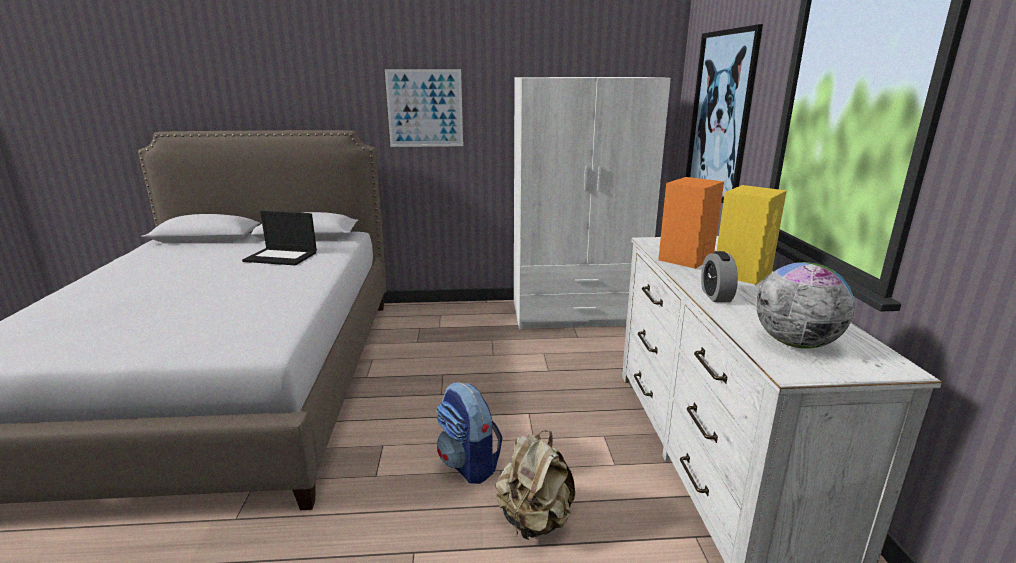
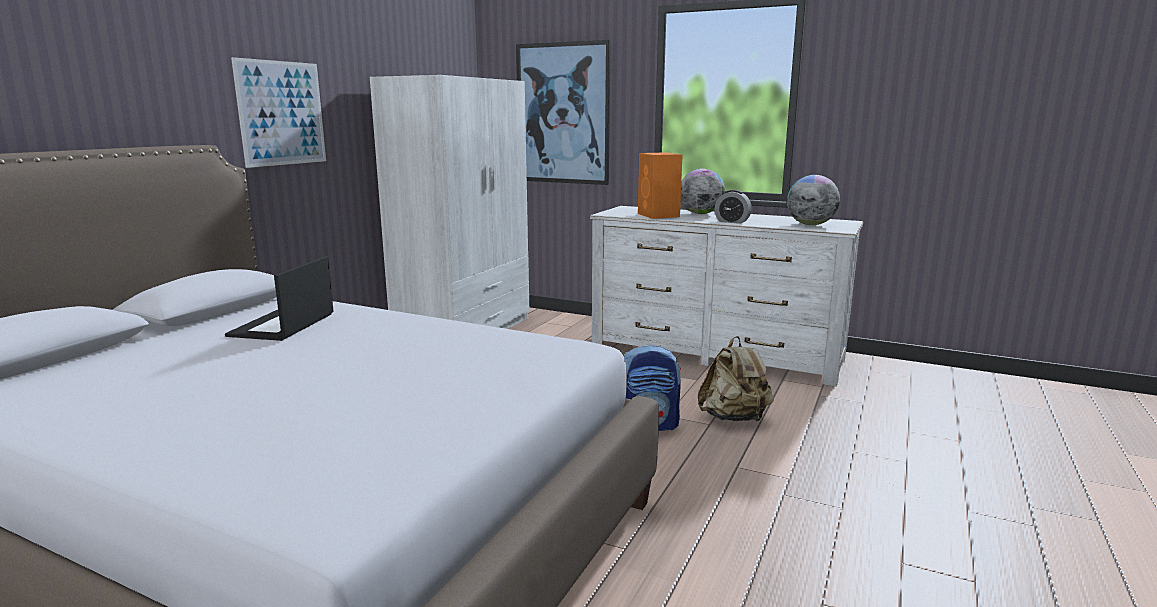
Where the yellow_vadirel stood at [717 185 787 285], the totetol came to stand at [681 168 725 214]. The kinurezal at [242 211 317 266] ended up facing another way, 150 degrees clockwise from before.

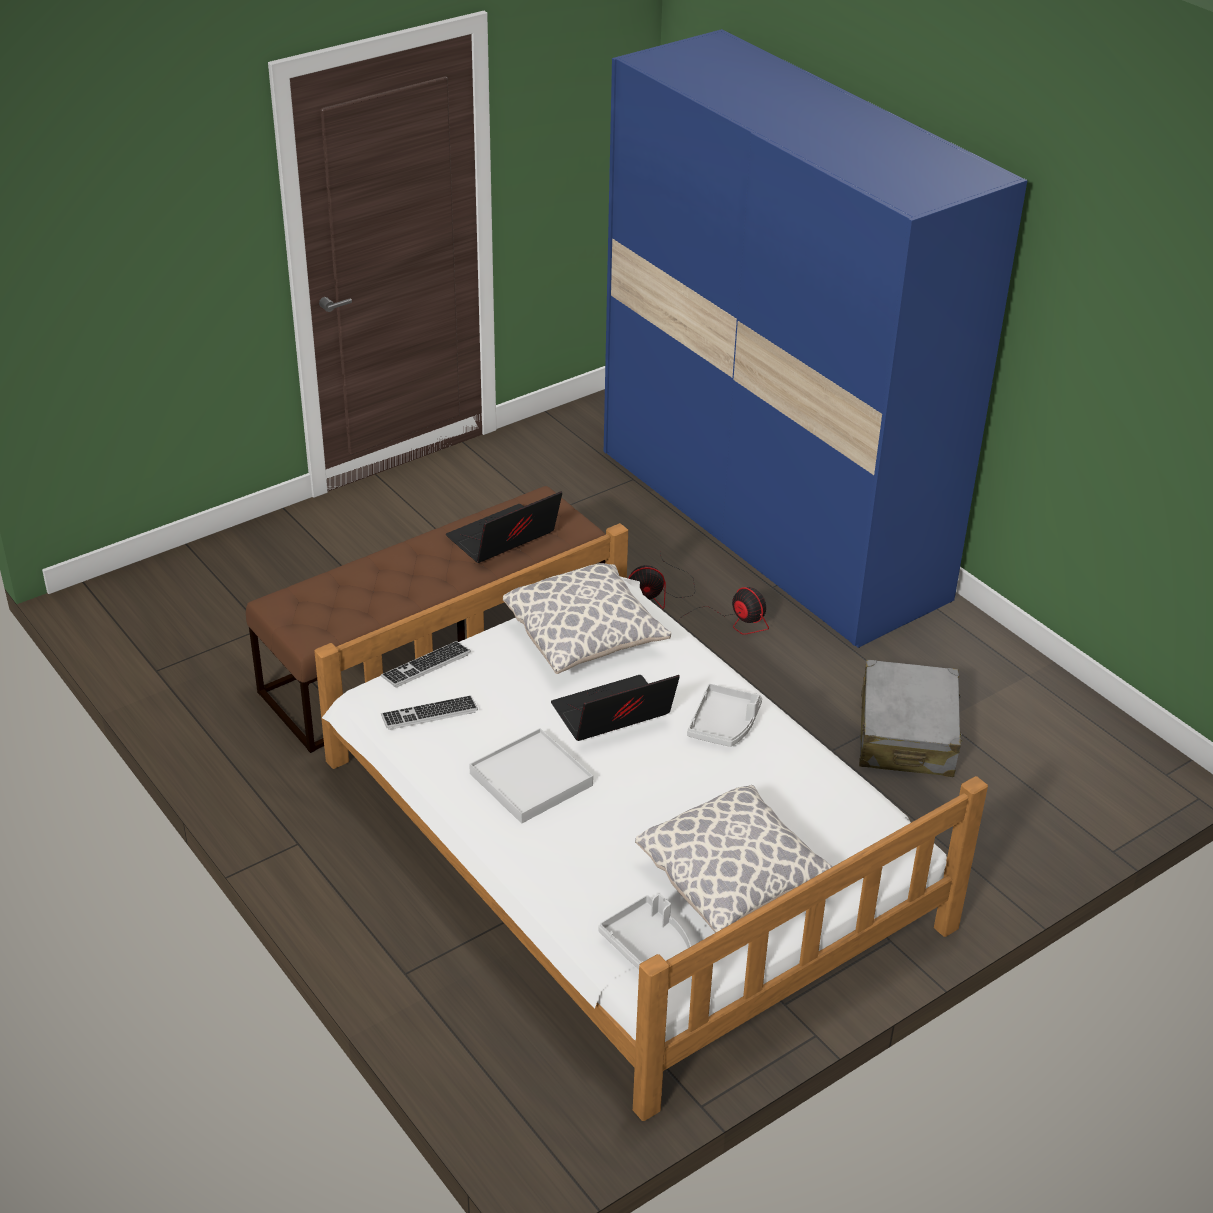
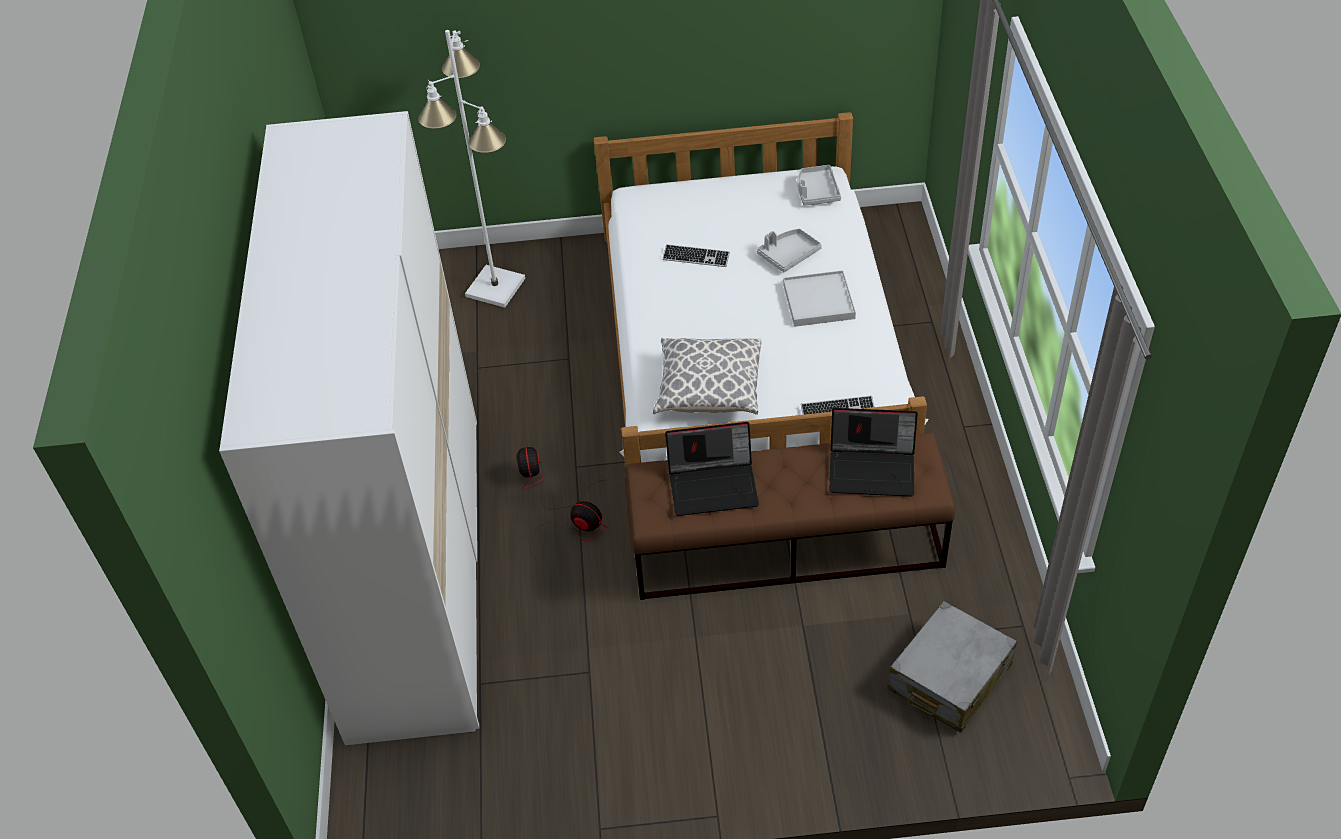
The second view lost the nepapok at [635 785 833 933]. The second view gained the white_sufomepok at [418 30 525 308]. The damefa ended up elsewhere, having gone from [381 695 478 730] to [662 244 730 267]. The kinurezal ended up elsewhere, having gone from [551 675 680 741] to [829 408 918 497]. The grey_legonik ended up elsewhere, having gone from [687 684 762 747] to [757 229 822 272]. The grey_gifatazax ended up elsewhere, having gone from [859 660 962 777] to [888 601 1017 733]. What was the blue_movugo at [604 29 1028 648] turned into the white_movugo at [219 111 479 745].

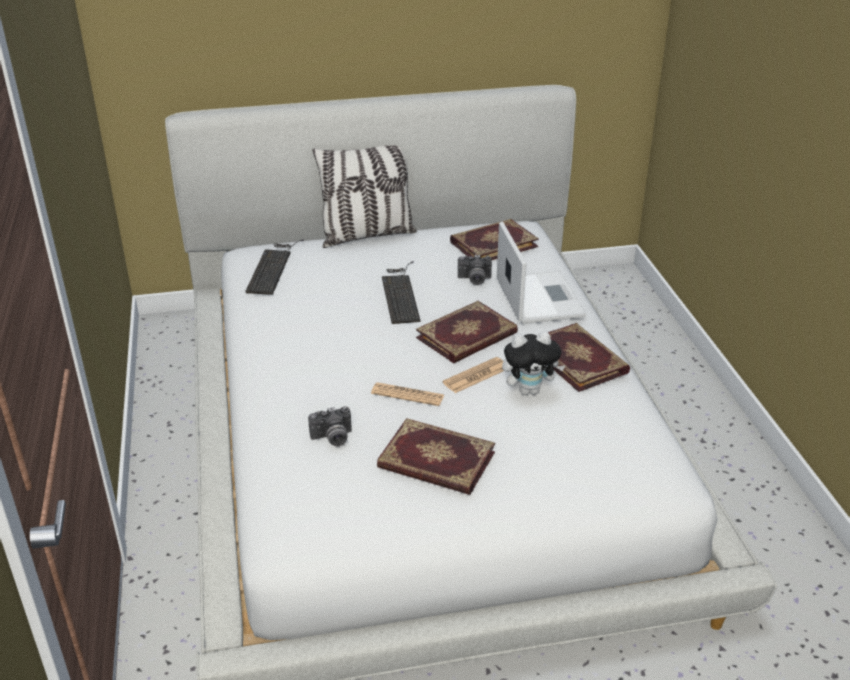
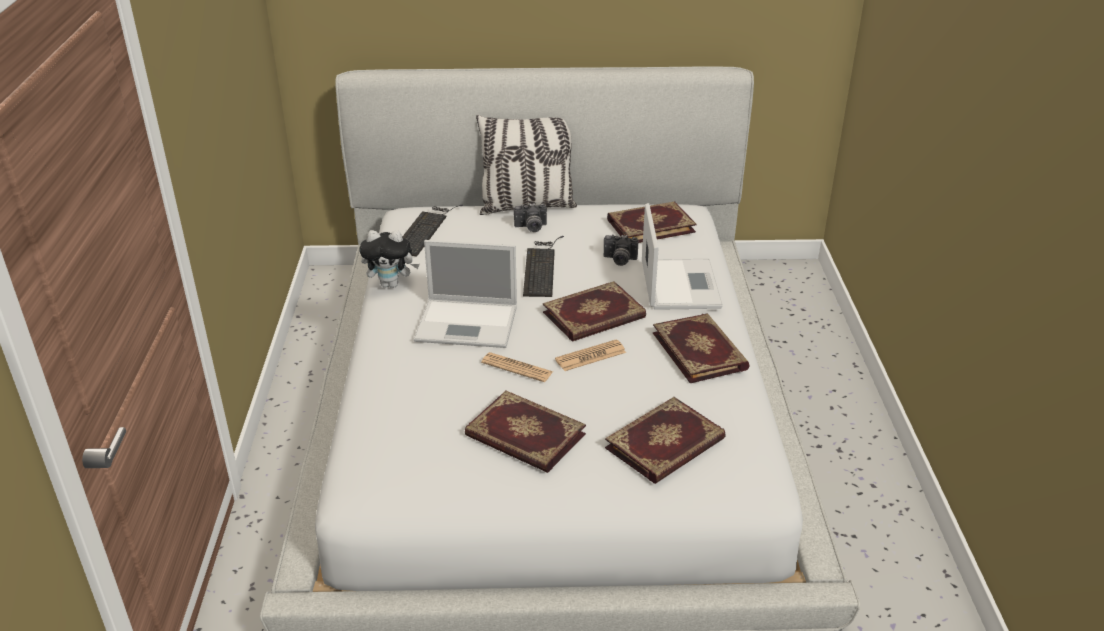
The second view gained the kinurezal at [414 240 517 348]. The second view gained the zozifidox at [605 397 726 484]. The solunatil ended up elsewhere, having gone from [308 406 352 446] to [514 203 547 232]. The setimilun ended up elsewhere, having gone from [502 331 565 395] to [359 230 420 288].

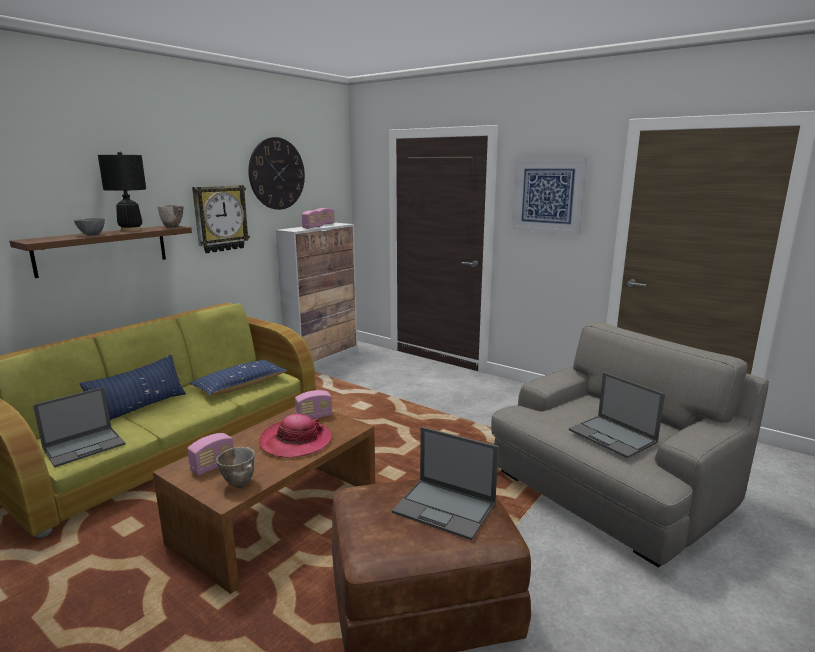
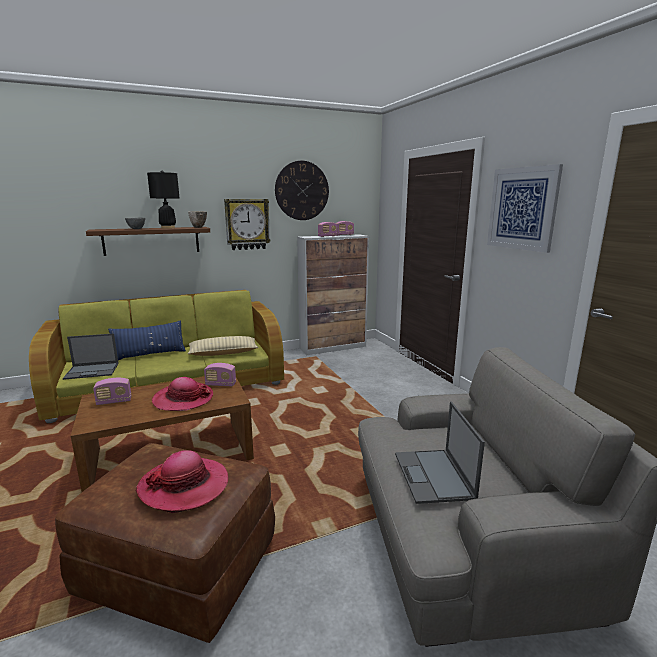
The second view lost the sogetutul at [216 447 255 488]. Where the kinurezal stood at [392 427 499 540], the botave came to stand at [135 450 228 513]. What was the blue_nepapok at [189 360 288 395] turned into the beige_nepapok at [188 336 258 356].

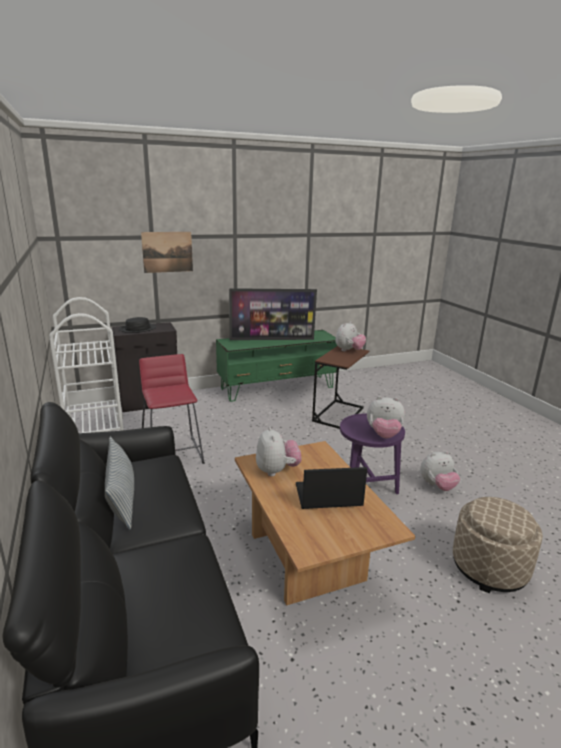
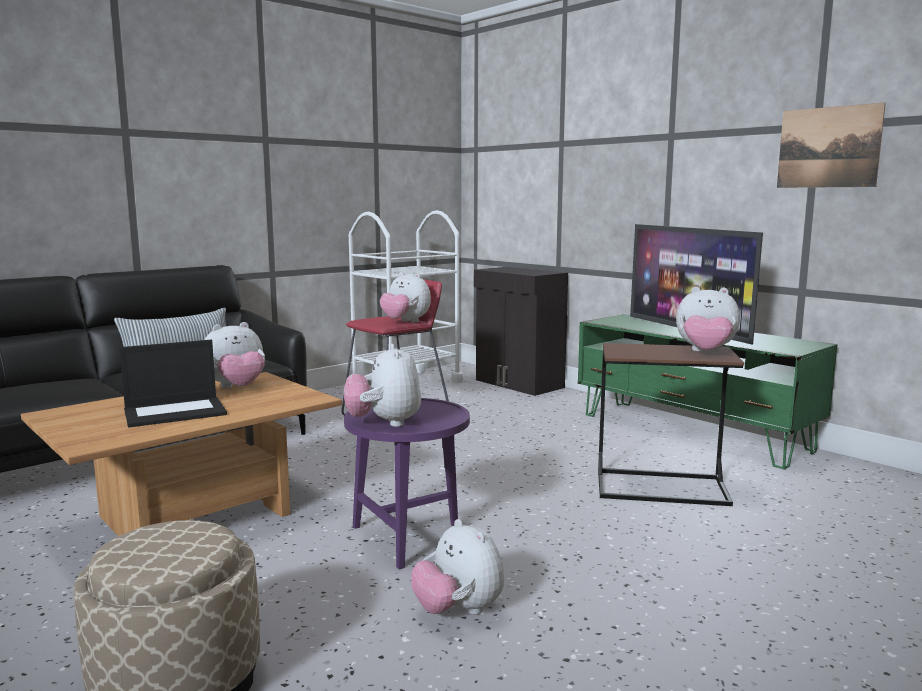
The second view lost the black_botave at [119 317 156 333]. The second view gained the setimilun at [380 272 431 322]. The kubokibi ended up elsewhere, having gone from [141 232 193 273] to [777 102 885 188]. The kinurezal at [296 467 367 509] ended up facing another way, 90 degrees clockwise from before.

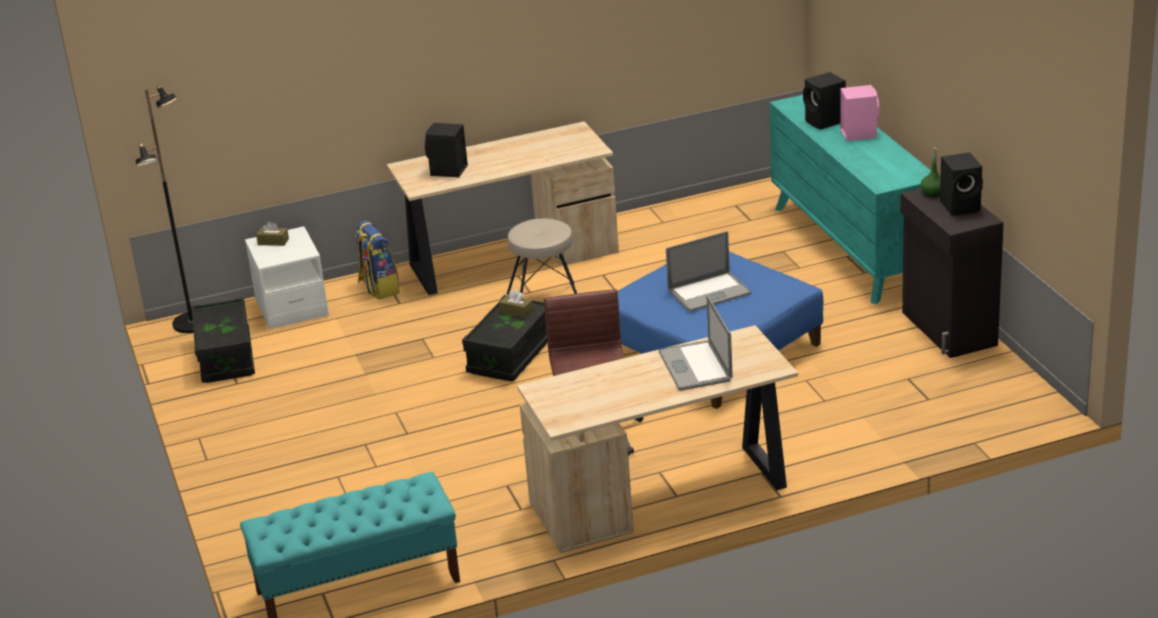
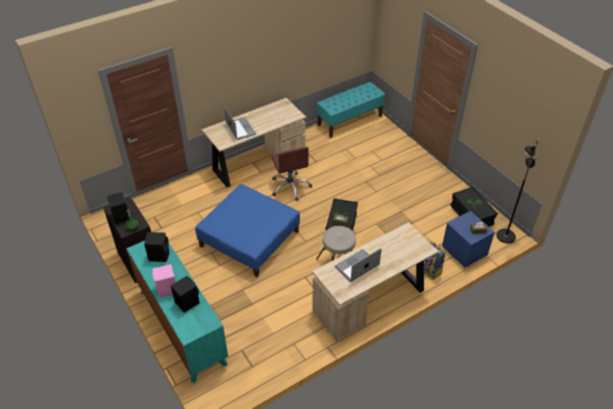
The black_vadirel ended up elsewhere, having gone from [425 123 468 177] to [144 232 169 262]. The kinurezal ended up elsewhere, having gone from [666 231 751 312] to [335 248 382 282]. What was the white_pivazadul at [245 226 329 329] turned into the blue_pivazadul at [442 211 495 268].

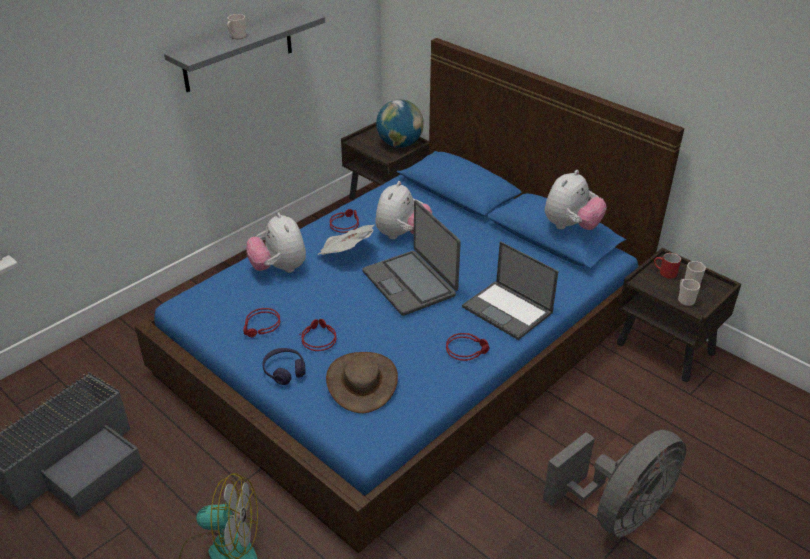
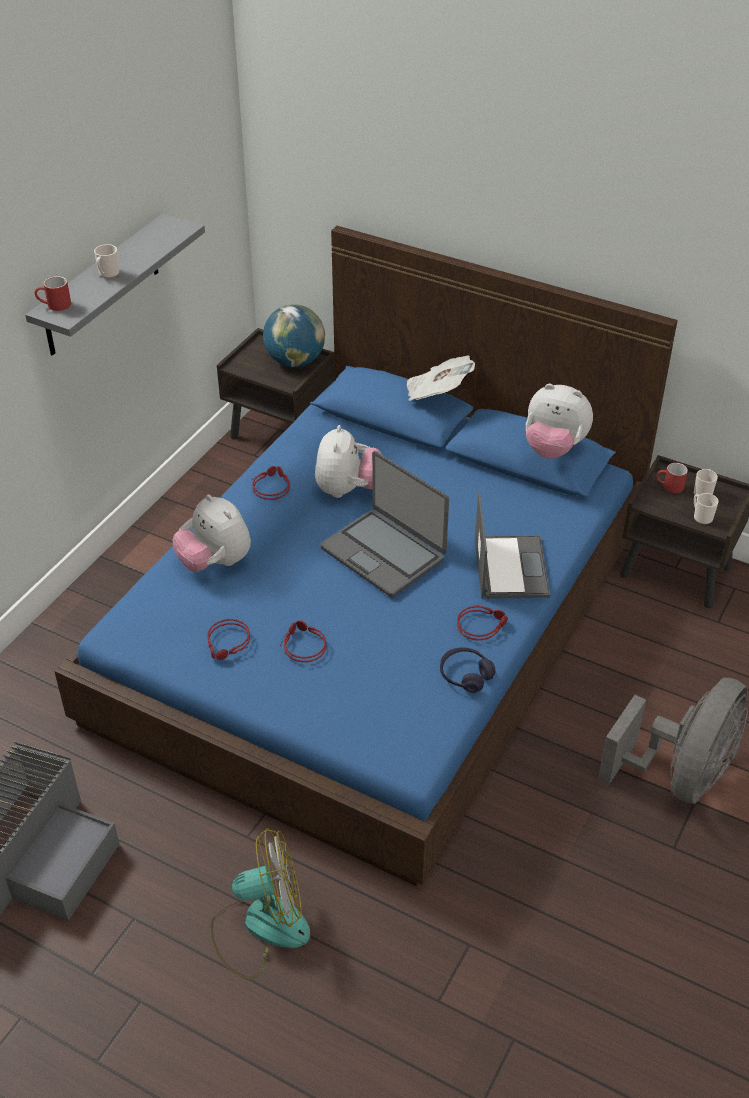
The second view lost the brown_botave at [326 352 398 413]. The second view gained the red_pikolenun at [35 276 71 311]. The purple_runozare ended up elsewhere, having gone from [262 348 306 385] to [440 648 496 693]. The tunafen ended up elsewhere, having gone from [318 224 375 255] to [407 355 475 401]. The kinurezal at [462 241 559 340] ended up facing another way, 120 degrees counterclockwise from before. The setimilun at [545 170 607 230] ended up facing another way, 90 degrees clockwise from before.

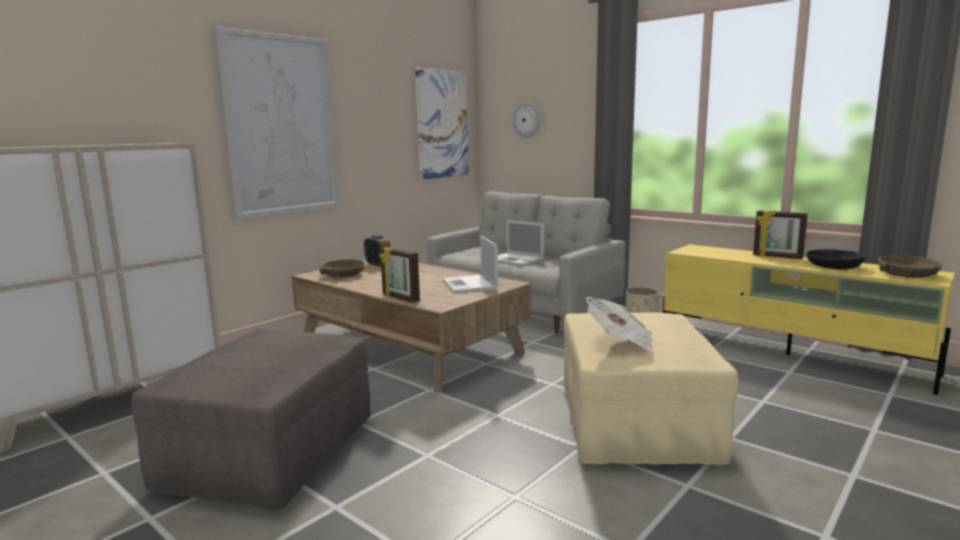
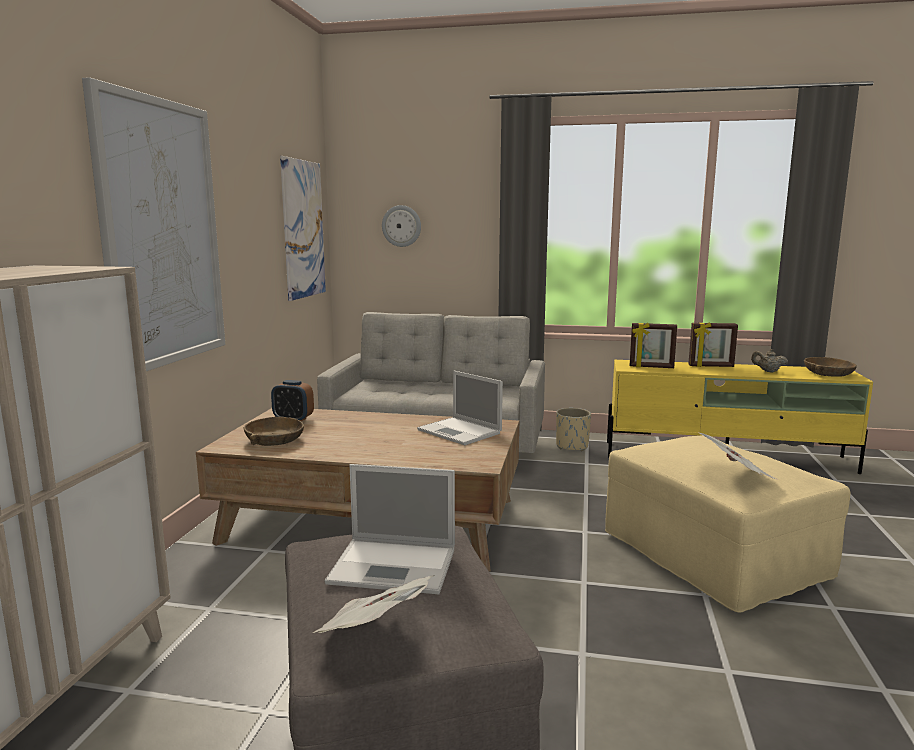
The second view gained the tunafen at [313 575 435 633]. The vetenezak ended up elsewhere, having gone from [379 247 420 303] to [630 323 677 368]. The kinurezal ended up elsewhere, having gone from [498 220 544 266] to [325 464 455 594]. Where the black_sogetutul stood at [807 249 866 269], the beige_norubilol came to stand at [751 349 788 373].

